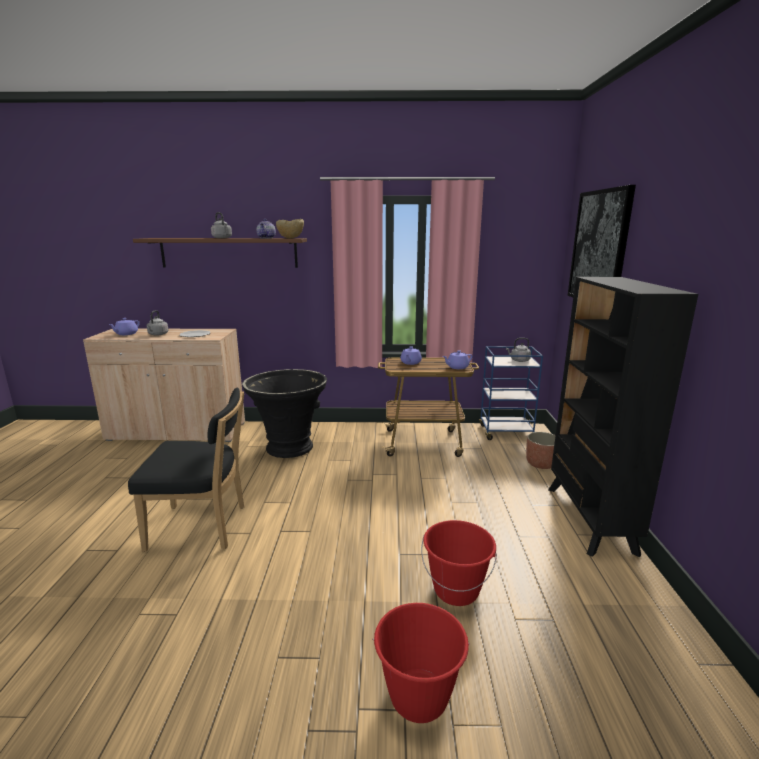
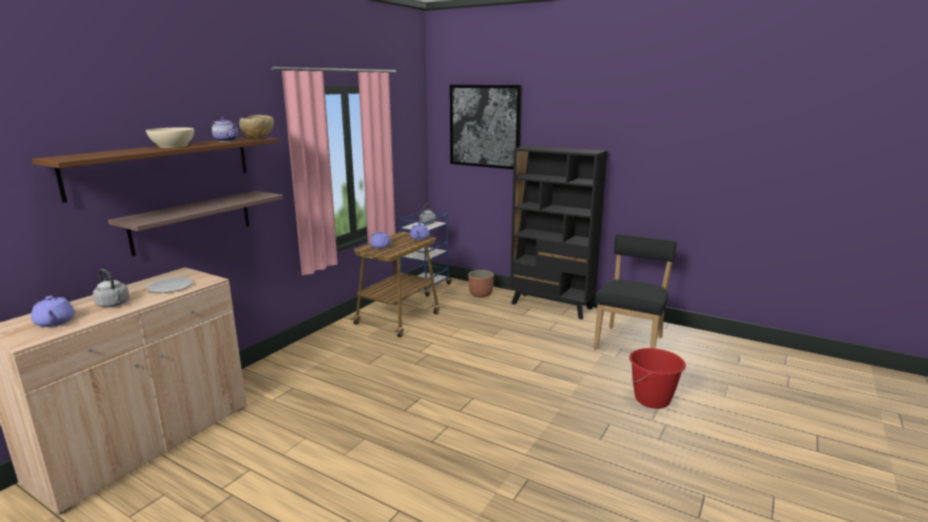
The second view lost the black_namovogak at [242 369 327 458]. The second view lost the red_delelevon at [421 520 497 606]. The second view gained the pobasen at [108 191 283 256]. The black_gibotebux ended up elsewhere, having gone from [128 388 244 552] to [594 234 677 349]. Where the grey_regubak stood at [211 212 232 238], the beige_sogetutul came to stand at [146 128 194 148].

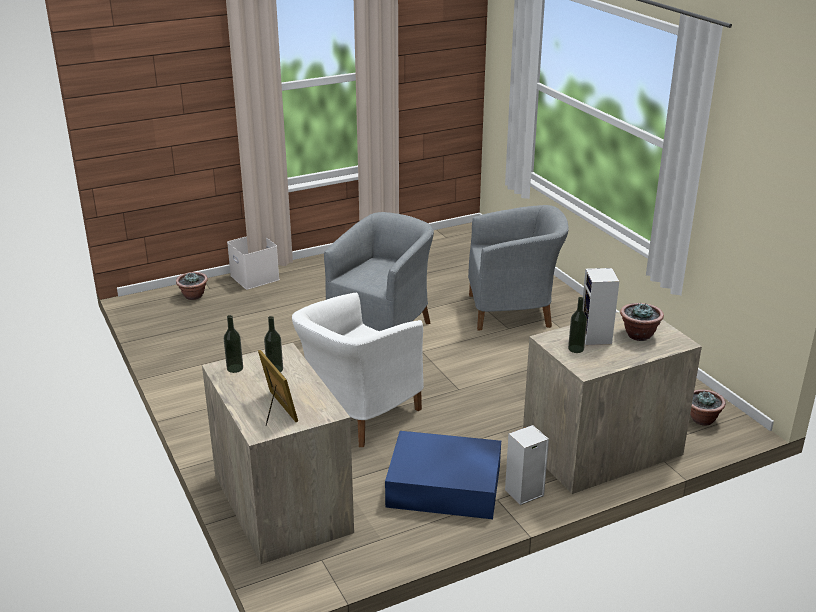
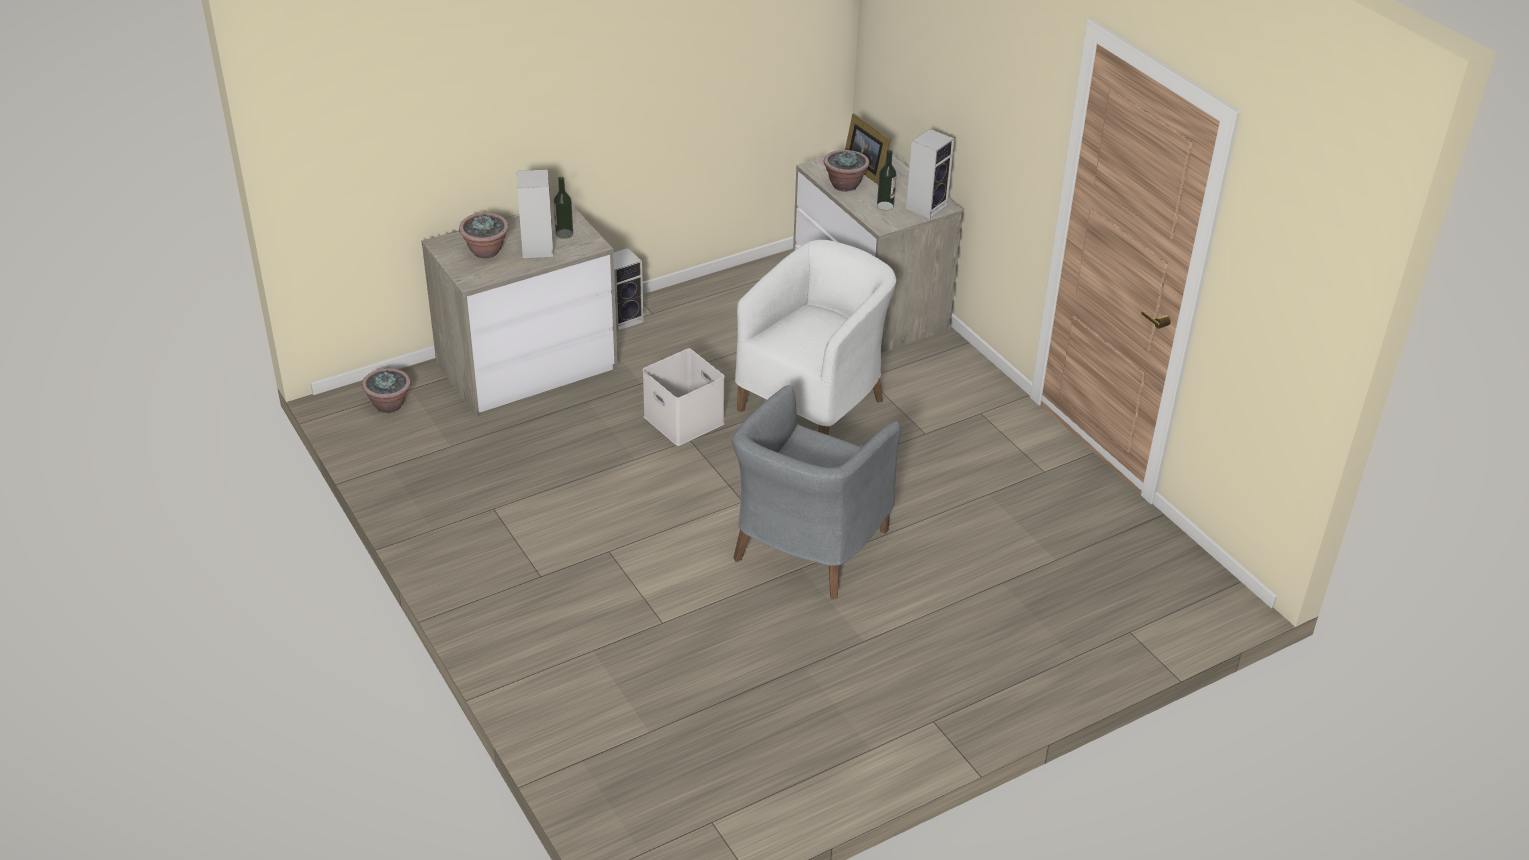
The second view lost the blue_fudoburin at [385 431 501 519]. The second view lost the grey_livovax at [468 205 569 330]. The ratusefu ended up elsewhere, having gone from [176 272 208 300] to [824 150 869 192]. The white_fudoburin ended up elsewhere, having gone from [227 236 280 290] to [642 348 725 446]. Where the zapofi stood at [224 315 243 373], the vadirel came to stand at [906 129 955 219].

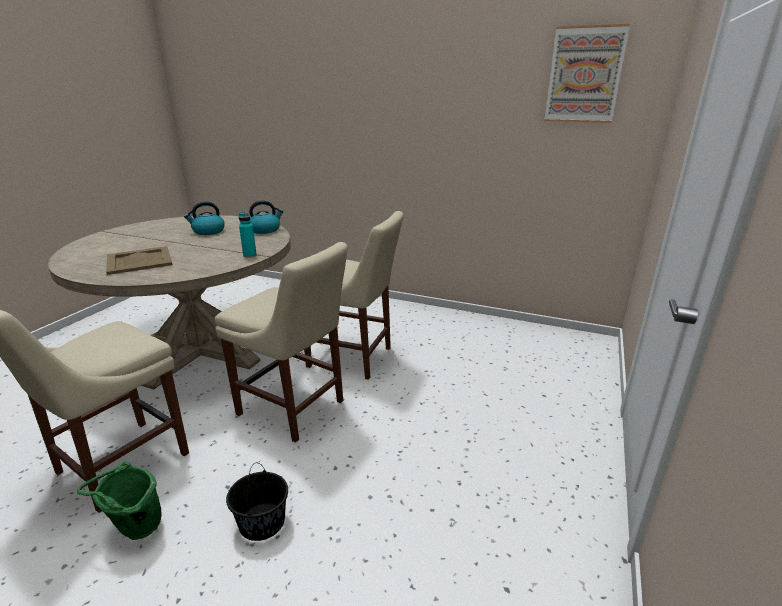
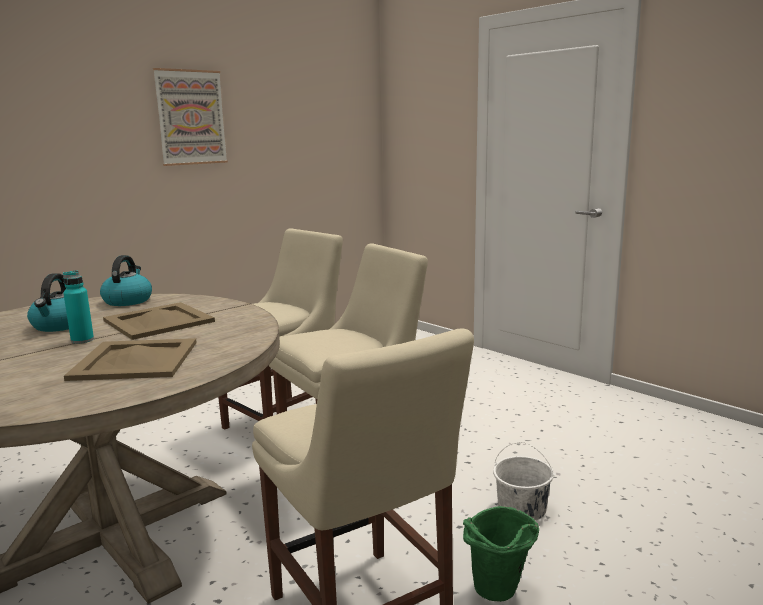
The second view gained the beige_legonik at [103 302 215 340]. The turquoise_zapofi ended up elsewhere, having gone from [239 212 257 258] to [63 270 94 344]. The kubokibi ended up elsewhere, having gone from [544 24 630 123] to [153 68 228 166]. What was the black_delelevon at [226 463 288 541] turned into the white_delelevon at [493 442 554 521].

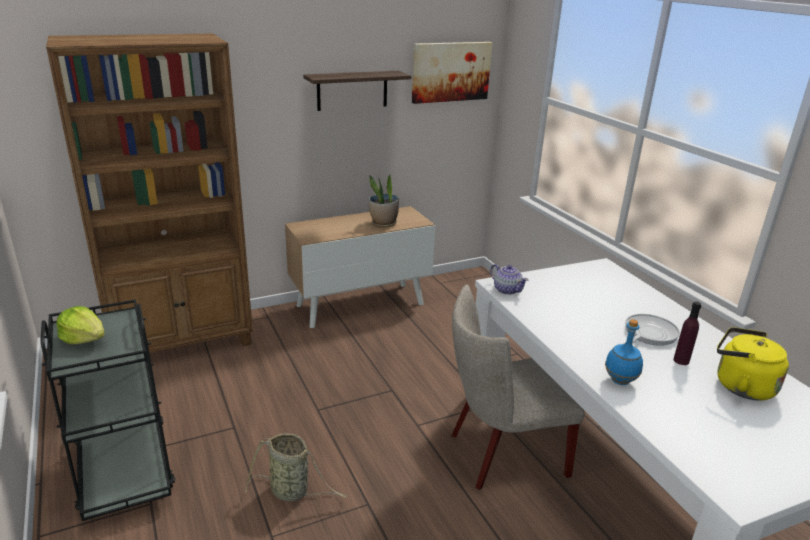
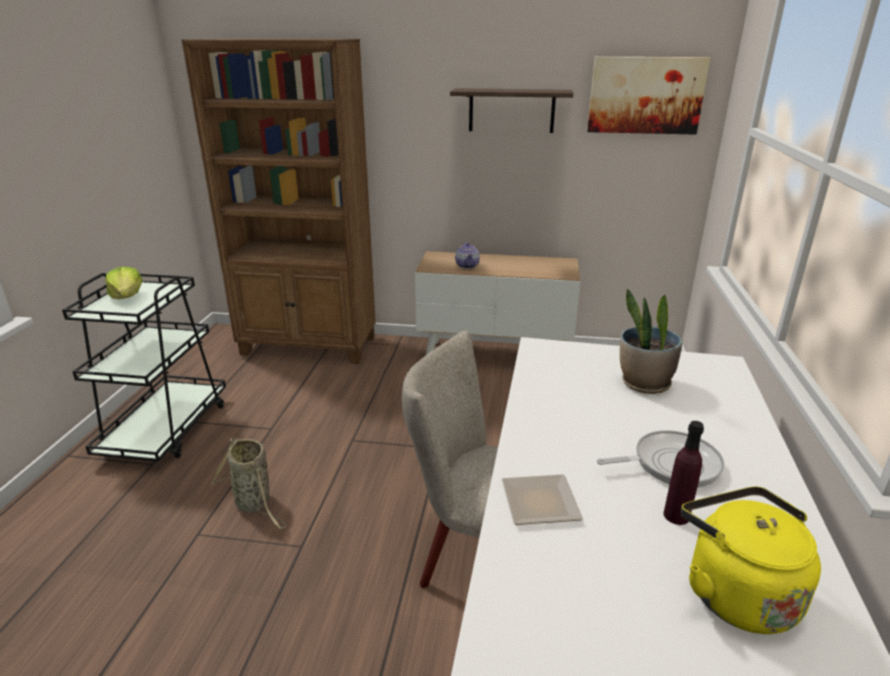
The ratusefu ended up elsewhere, having gone from [369 175 399 227] to [620 289 682 394]. The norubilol ended up elsewhere, having gone from [490 264 528 295] to [455 243 480 269]. Where the blue_zapofi stood at [605 319 643 385], the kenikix came to stand at [502 474 583 525].

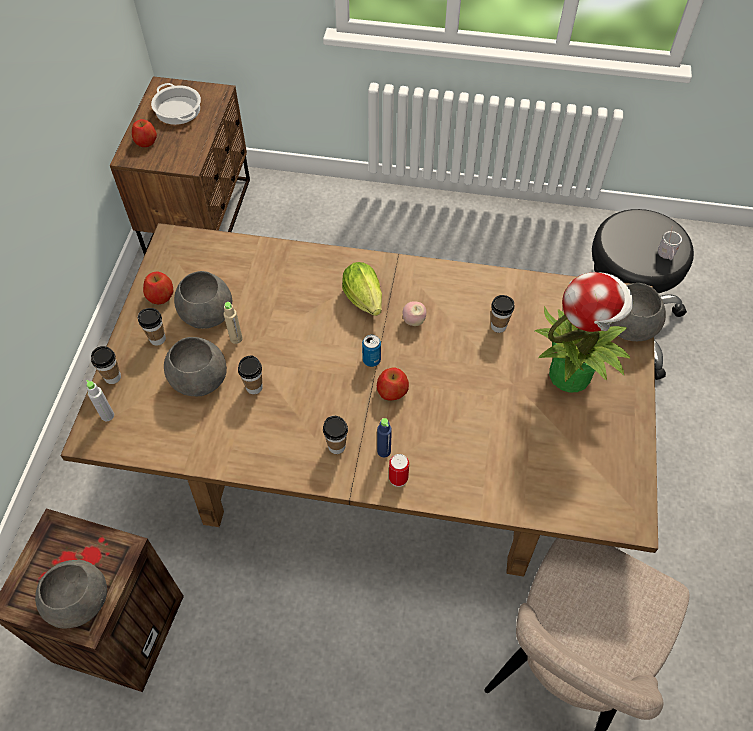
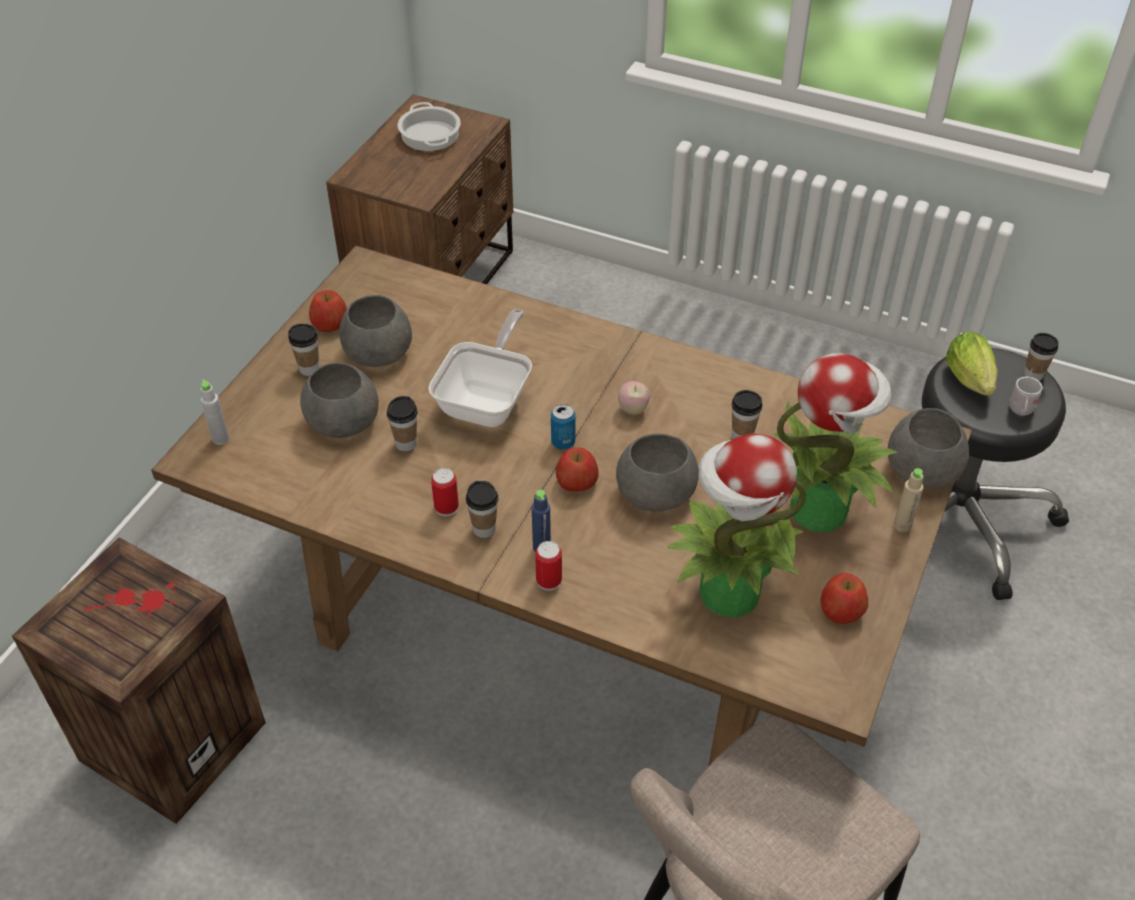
The second view gained the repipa at [428 309 532 427]. The second view gained the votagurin at [431 468 459 516]. The second view gained the ratusefu at [666 434 806 618]. The grey_sogetutul ended up elsewhere, having gone from [35 560 107 628] to [616 433 699 512]. The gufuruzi ended up elsewhere, having gone from [91 346 121 384] to [1024 333 1059 381]. The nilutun ended up elsewhere, having gone from [132 119 157 147] to [820 573 868 624]. The beige_zapofi ended up elsewhere, having gone from [224 302 243 344] to [894 468 923 532]. The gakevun ended up elsewhere, having gone from [342 262 382 316] to [946 332 998 396].

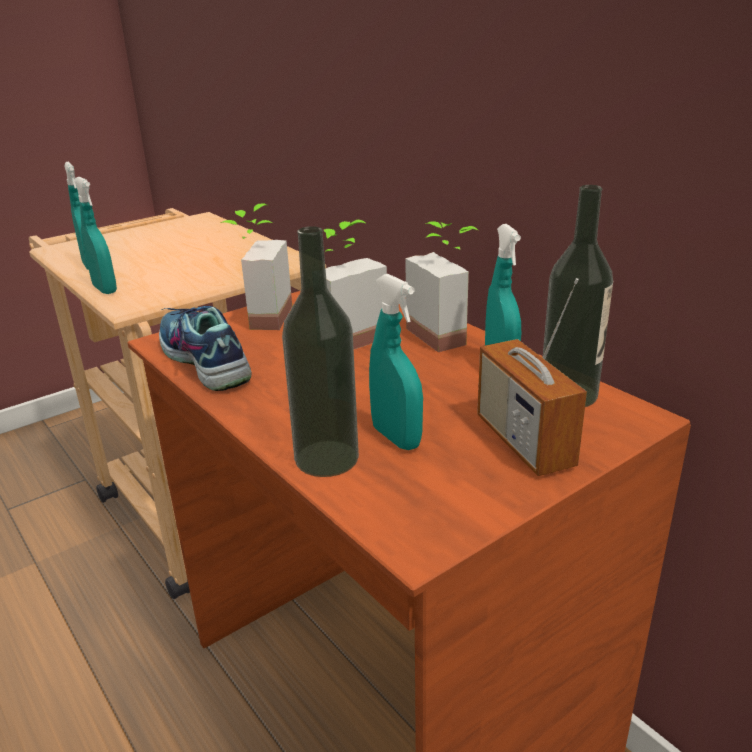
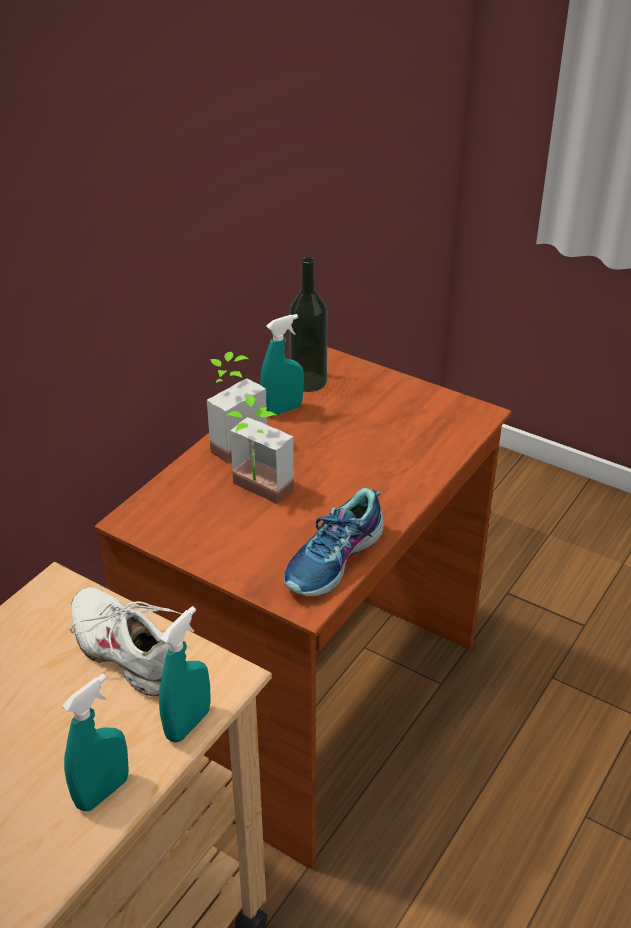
The second view lost the ratusefu at [220 204 292 330]. The second view lost the zapofi at [282 226 359 477]. The second view lost the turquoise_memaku at [369 274 423 450]. The second view lost the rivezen at [477 278 587 476]. The second view gained the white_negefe at [70 587 182 696].

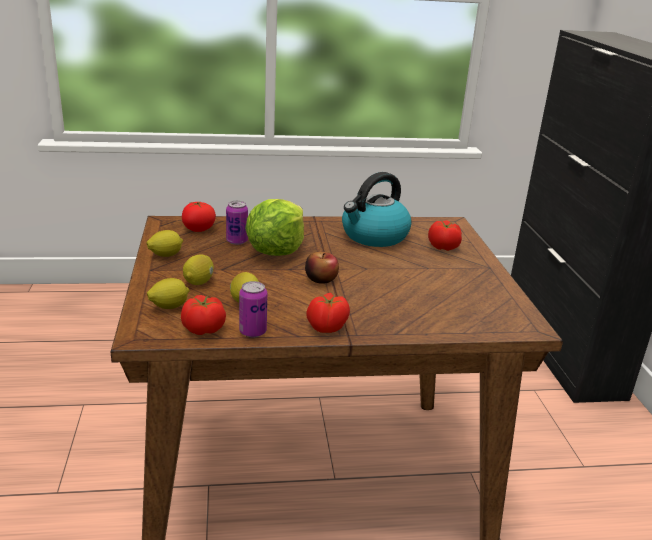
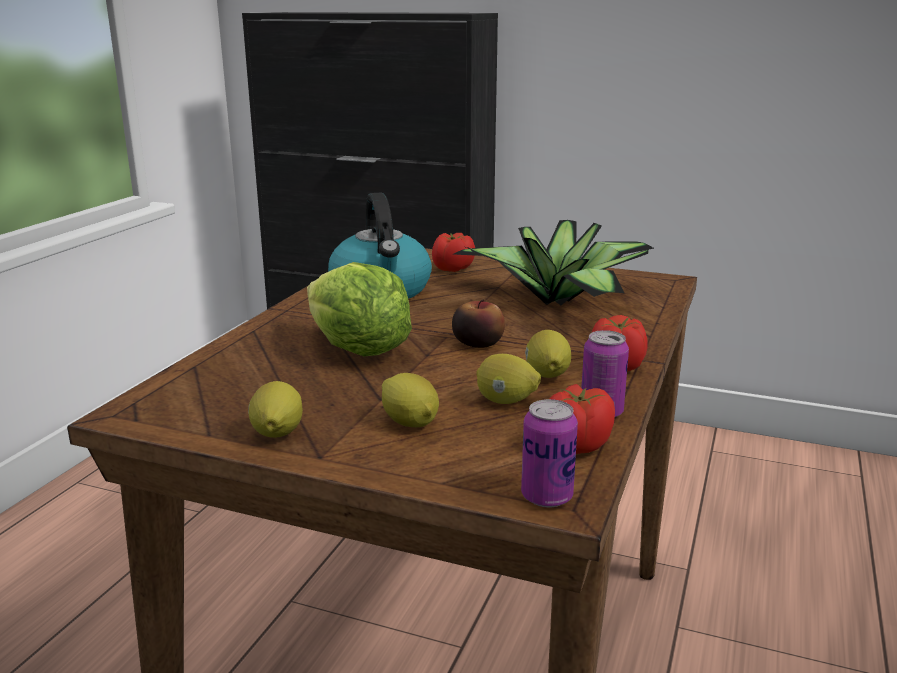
The second view lost the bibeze at [182 201 216 232]. The second view gained the ratusefu at [454 220 654 305]. The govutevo ended up elsewhere, having gone from [147 278 190 309] to [525 330 571 378]. The votagurin ended up elsewhere, having gone from [226 201 248 245] to [521 399 578 508].

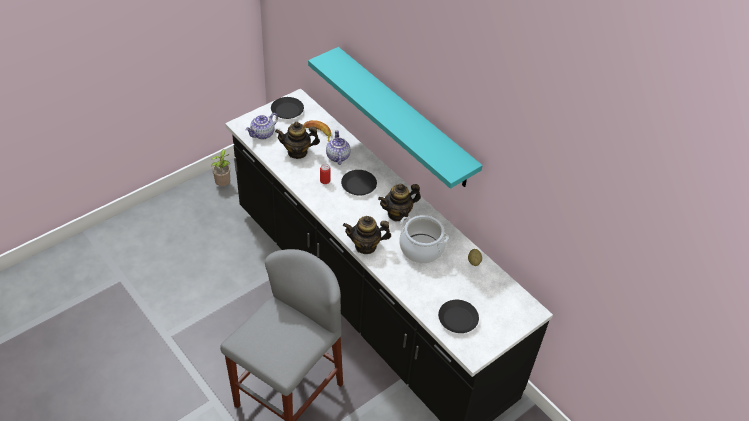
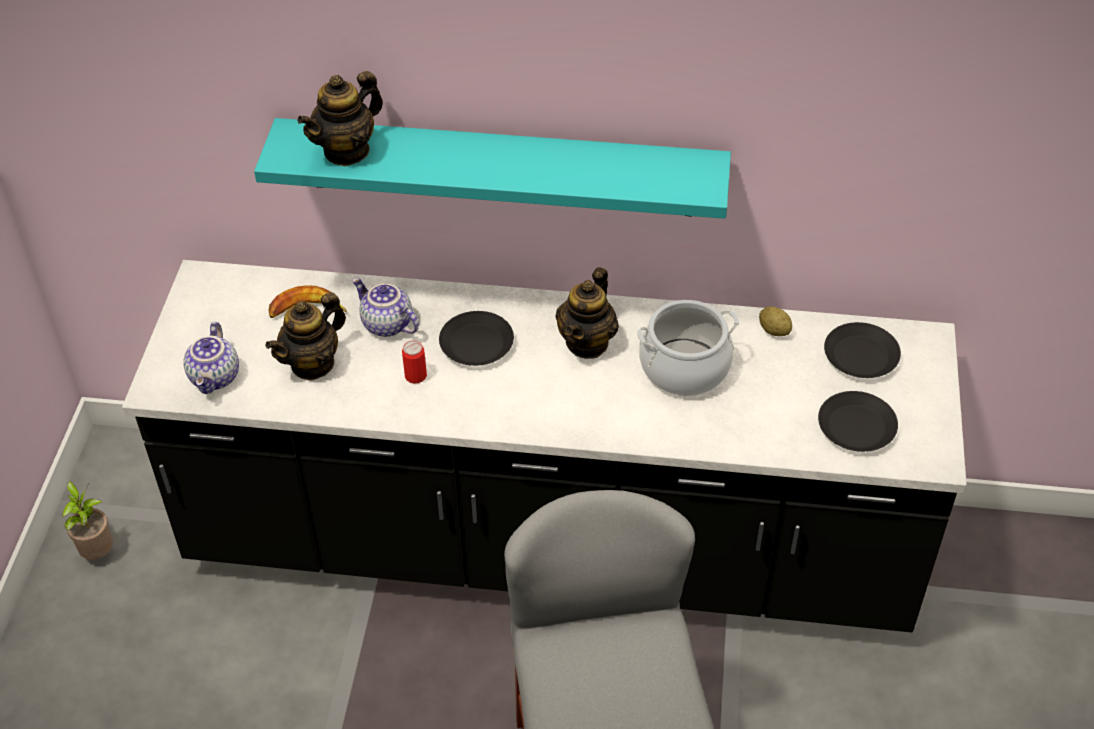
The black_kenikix ended up elsewhere, having gone from [271 97 304 119] to [824 322 901 378]. The norubilol ended up elsewhere, having gone from [343 216 391 254] to [297 71 383 166].

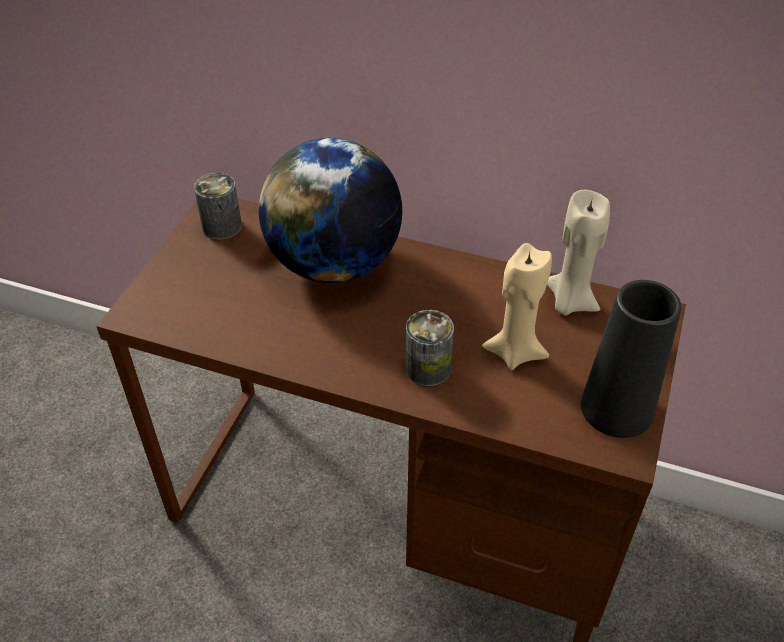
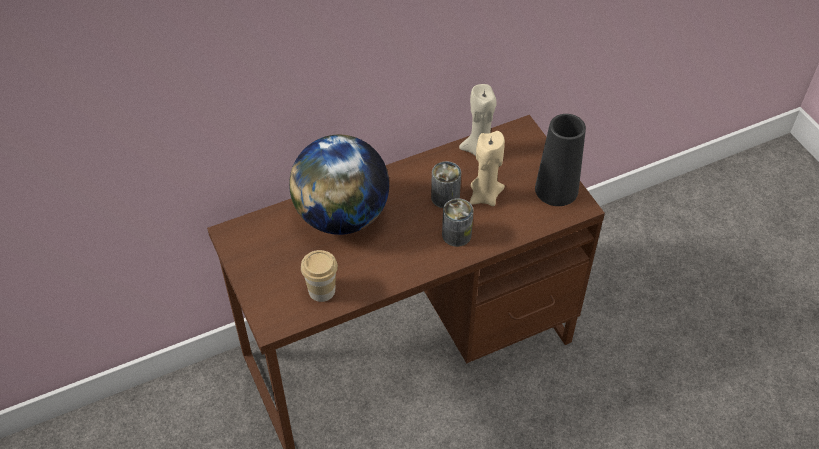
The second view gained the gufuruzi at [301 250 338 302]. The votagurin ended up elsewhere, having gone from [194 173 242 240] to [431 161 461 208].

